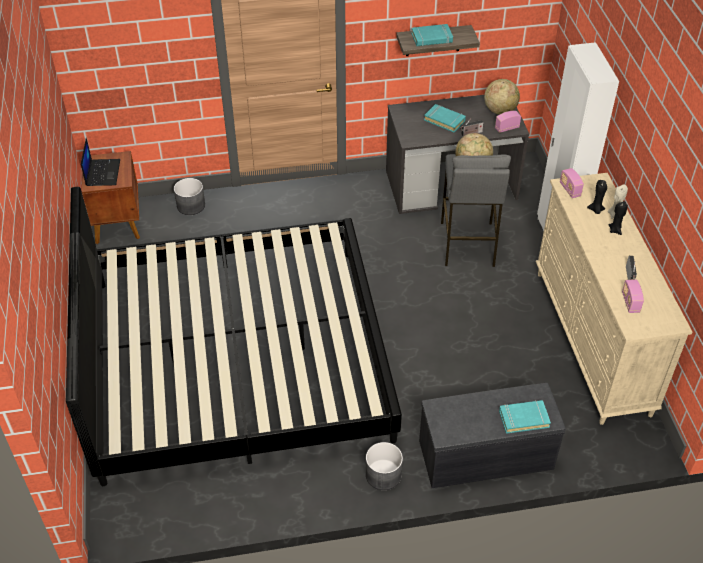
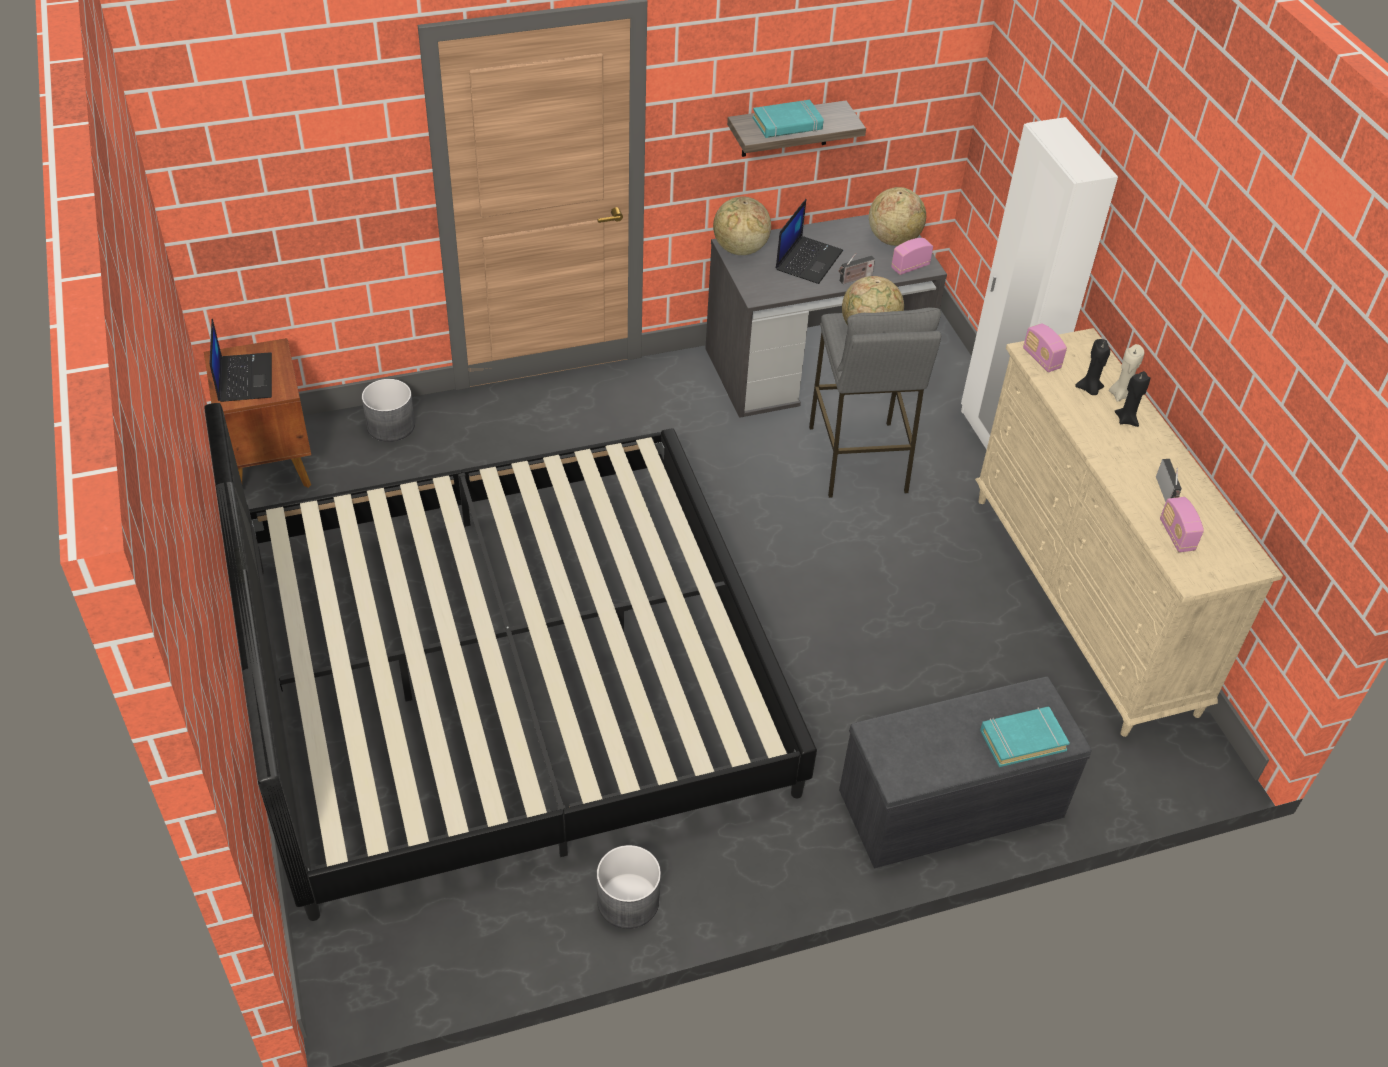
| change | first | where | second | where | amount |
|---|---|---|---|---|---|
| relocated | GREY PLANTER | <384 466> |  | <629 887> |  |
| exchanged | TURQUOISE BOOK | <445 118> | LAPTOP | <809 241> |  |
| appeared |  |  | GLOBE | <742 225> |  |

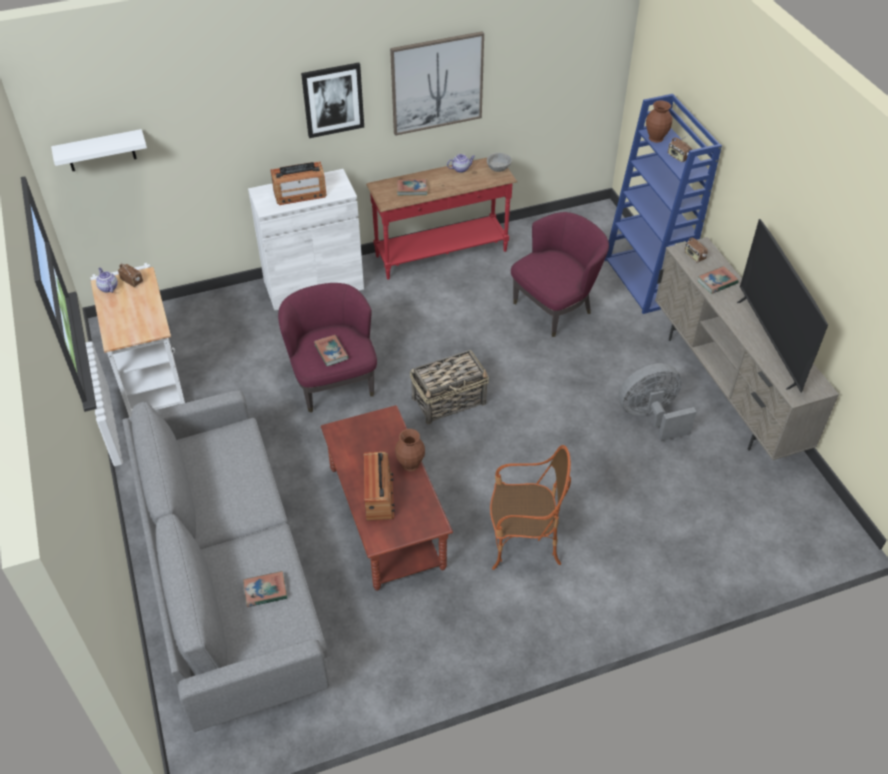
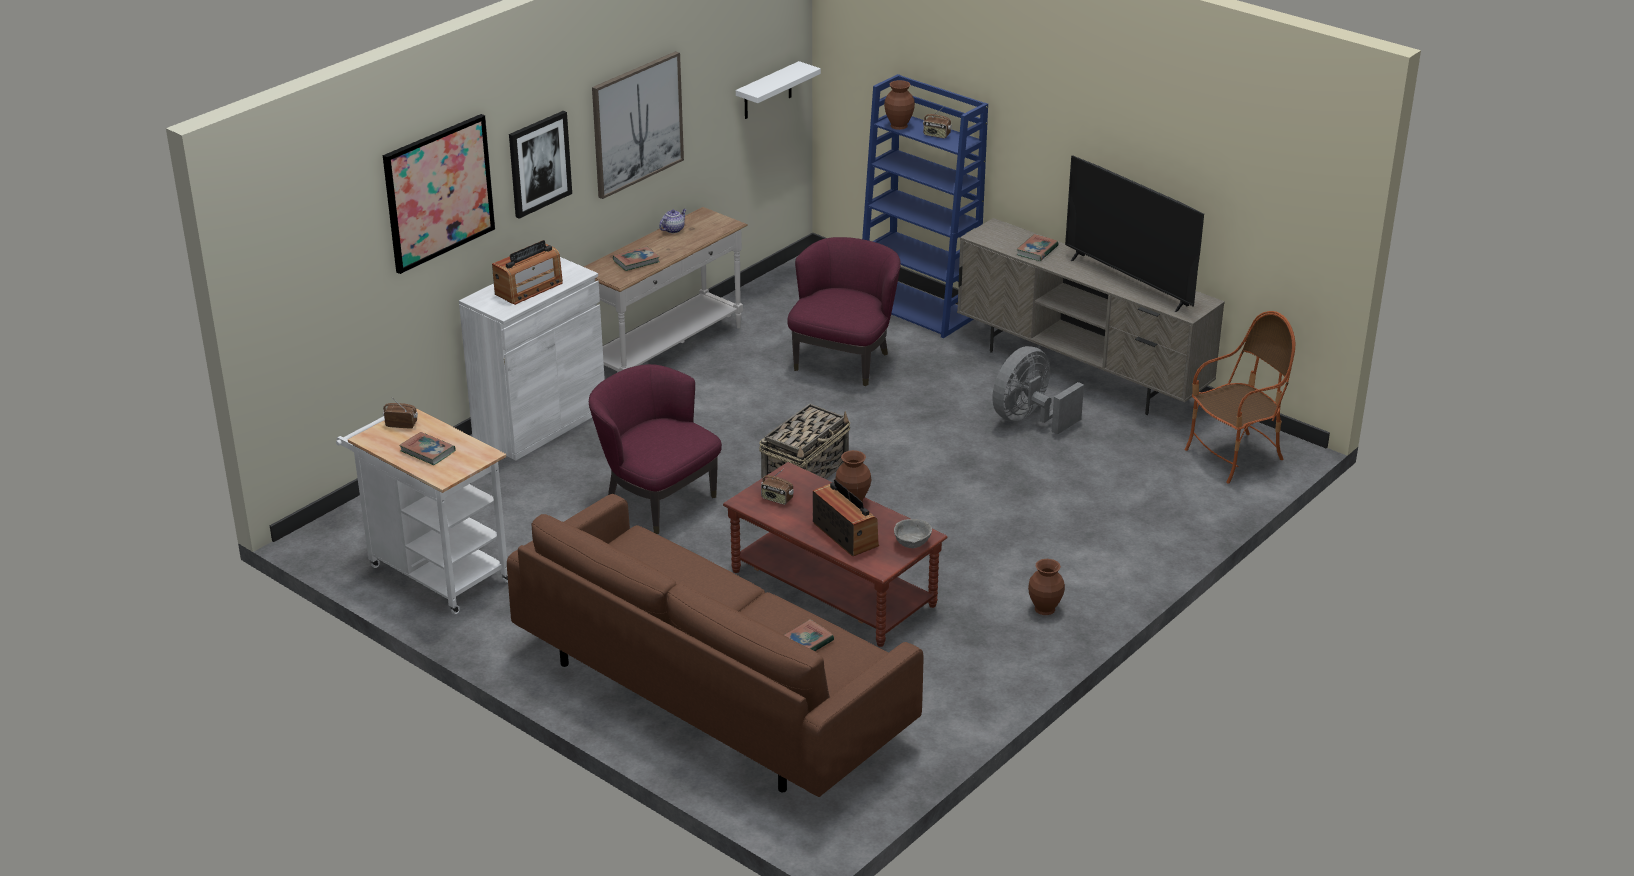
| change | first | where | second | where | amount |
|---|---|---|---|---|---|
| relocated | WHITE SHELF | <99 150> |  | <778 90> |  |
| missing | TEAPOT | <107 280> |  |  |  |
| colour | GREY SOFA | <225 561> | BROWN SOFA | <715 645> |  |
| relocated | BOOK | <331 350> |  | <427 448> |  |
| colour | RED CONSOLE TABLE | <441 218> | WHITE CONSOLE TABLE | <666 289> |  |
| relocated | GREY BOWL | <499 162> |  | <913 533> |  |
| relocated | ARMCHAIR | <530 507> |  | <1240 397> |  |
| relocated | RADIO | <696 250> |  | <777 487> |  |
| appeared |  |  | PICTURE | <439 194> |  |
| appeared |  |  | BROWN VASE | <1046 587> |  |

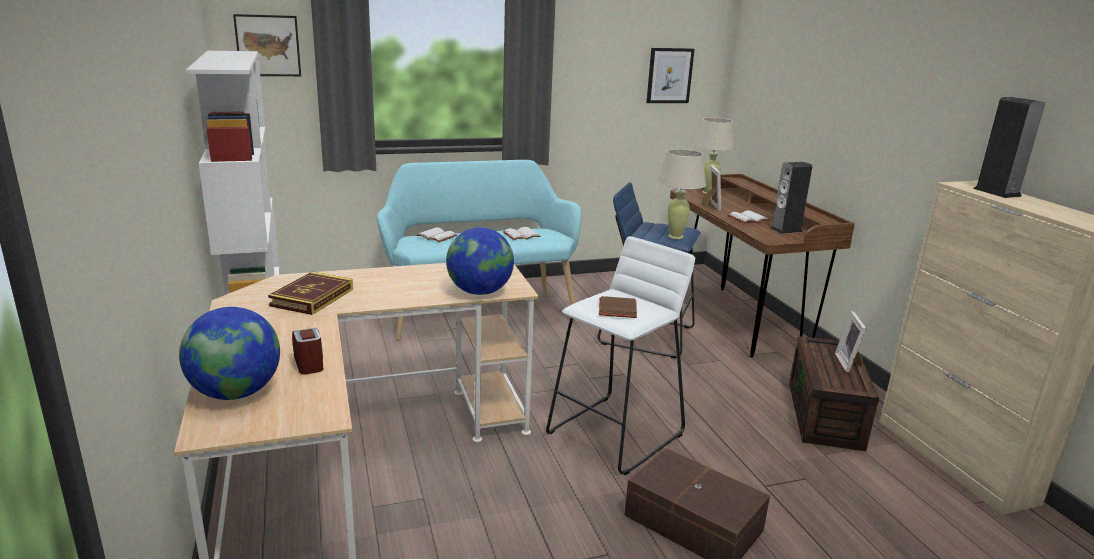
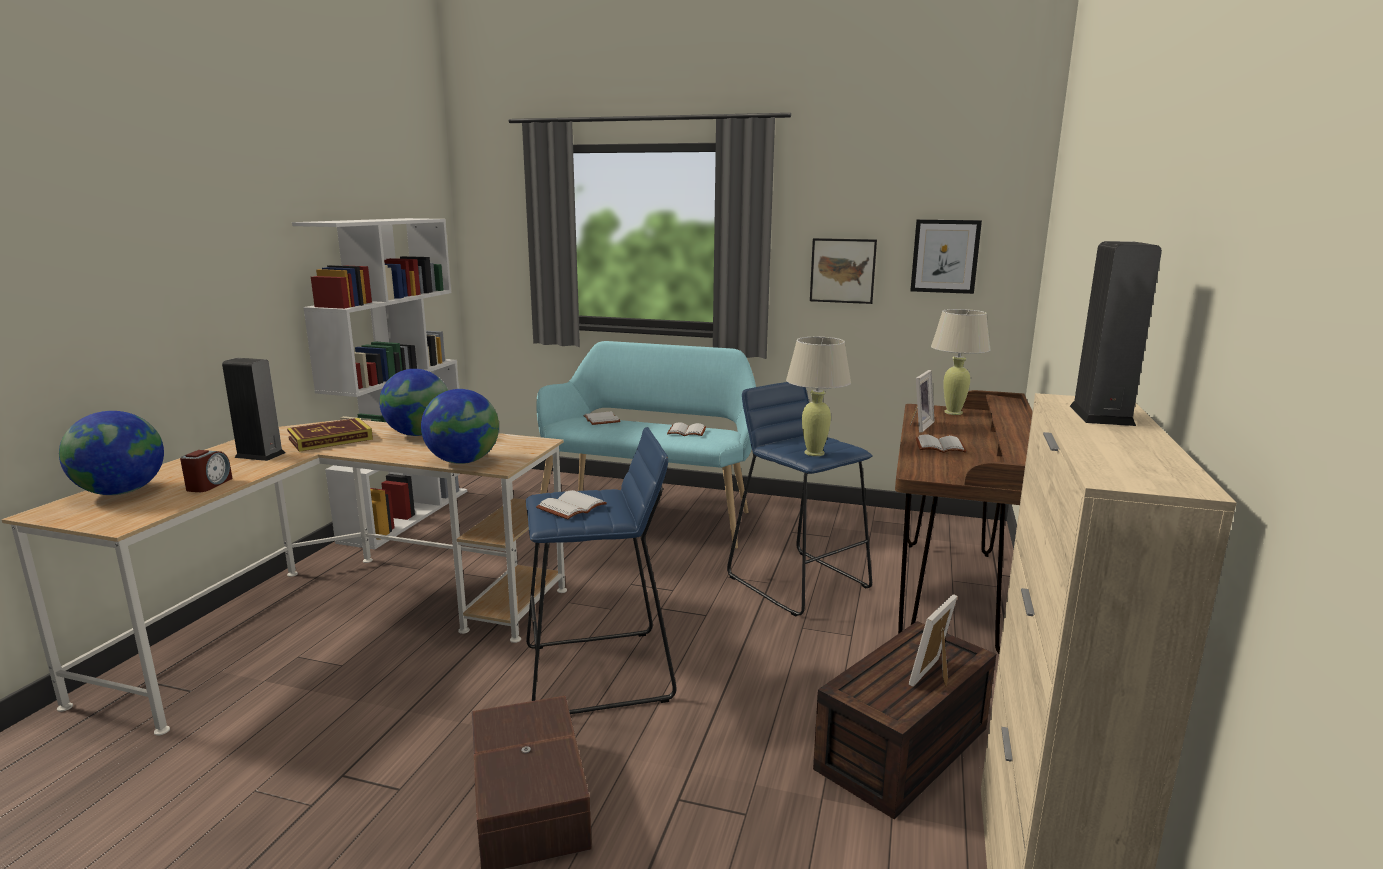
| change | first | where | second | where | amount |
|---|---|---|---|---|---|
| relocated | PICTURE | <267 45> |  | <843 271> |  |
| colour | WHITE STOOL | <620 355> | BLUE STOOL | <601 570> |  |
| colour | BROWN BOOK | <618 307> | WHITE BOOK | <571 504> |  |
| relocated | SPEAKER | <791 198> |  | <253 409> |  |
| appeared |  |  | GLOBE | <413 402> |  |

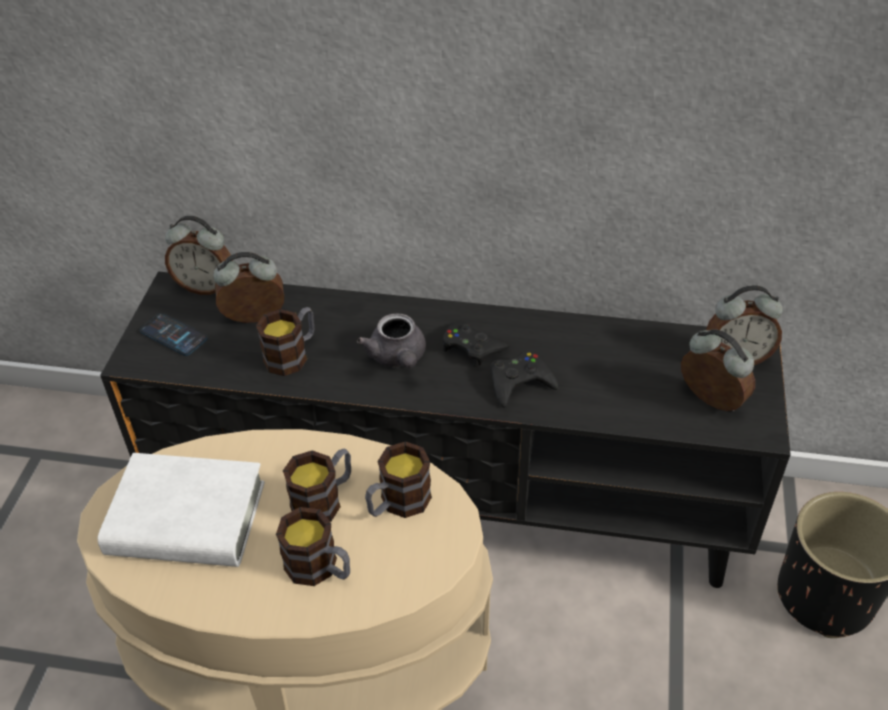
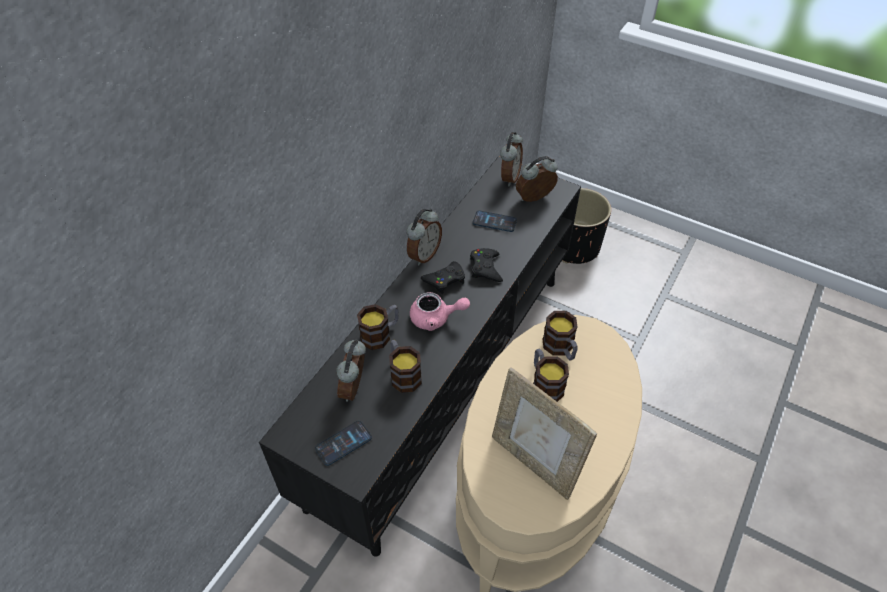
| change | first | where | second | where | amount |
|---|---|---|---|---|---|
| exchanged | WHITE BOOK | <181 510> | PICTURE FRAME | <544 433> |  |
| relocated | ALARM CLOCK | <199 255> |  | <424 237> |  |
| relocated | MUG | <313 546> |  | <378 327> |  |
| colour | GREY TEAPOT | <391 341> | PINK TEAPOT | <440 311> |  |
| appeared |  |  | PHONE | <495 221> |  |

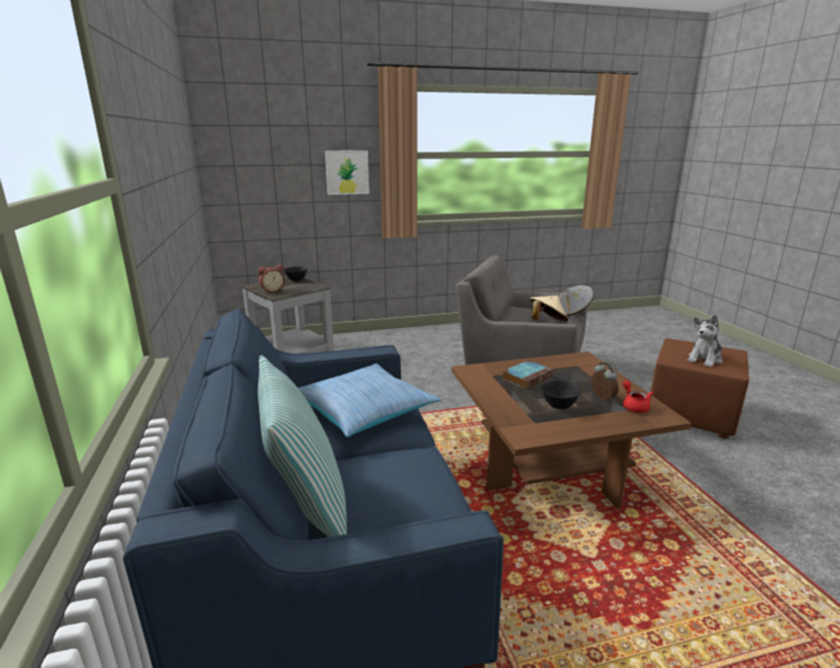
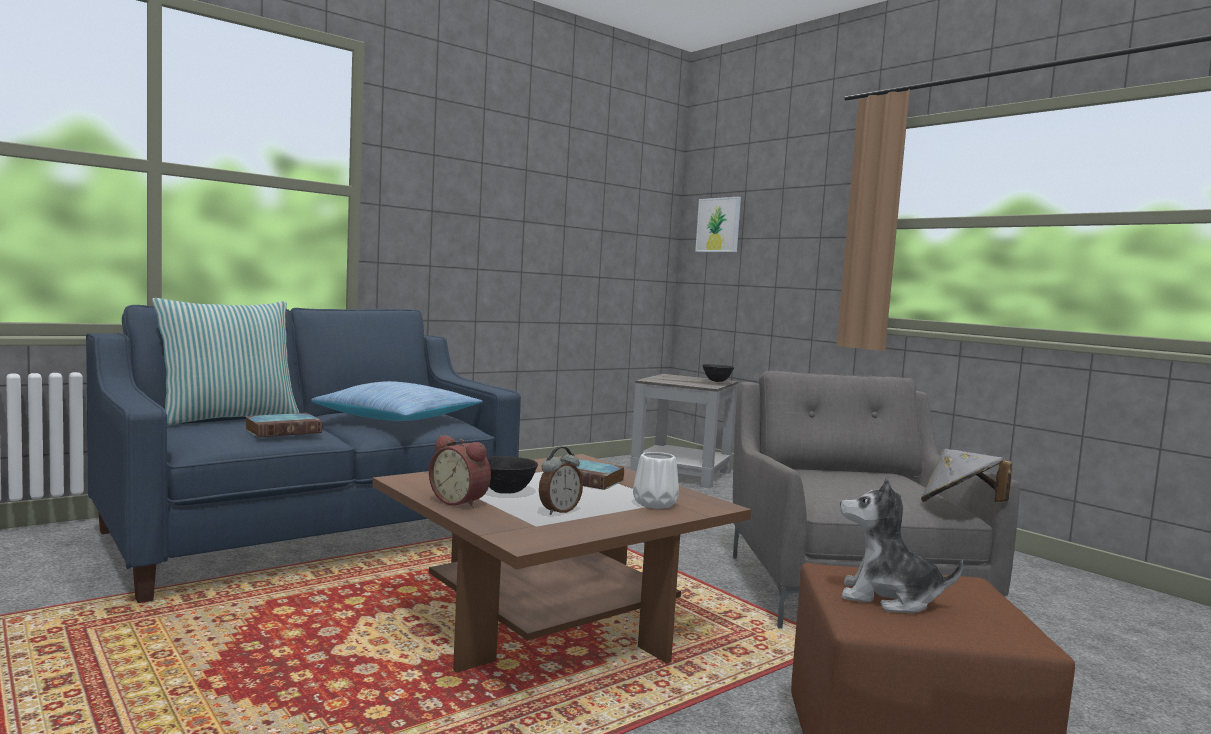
| change | first | where | second | where | amount |
|---|---|---|---|---|---|
| relocated | ALARM CLOCK | <271 279> |  | <460 471> |  |
| relocated | PICTURE | <347 172> |  | <718 224> |  |
| missing | BEIGE HAT | <549 308> |  |  |  |
| missing | RED TEAPOT | <638 396> |  |  |  |
| appeared |  |  | BOOK | <283 425> |  |
| appeared |  |  | WHITE VASE | <656 480> |  |

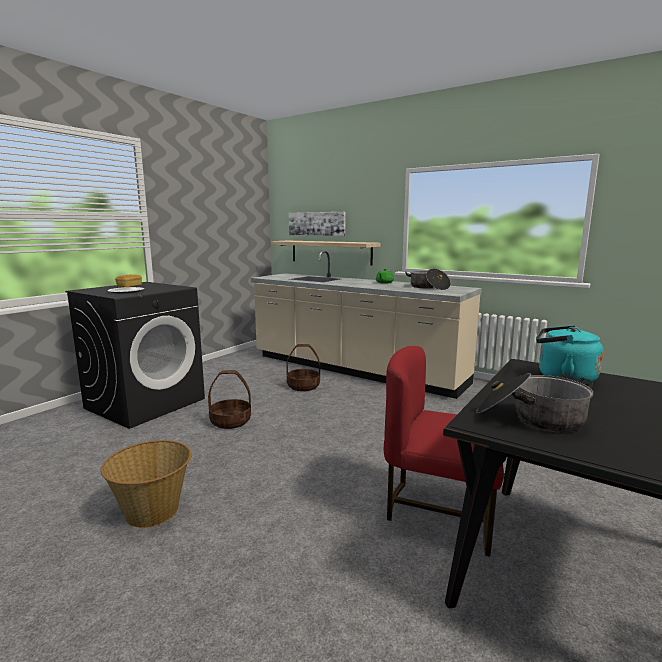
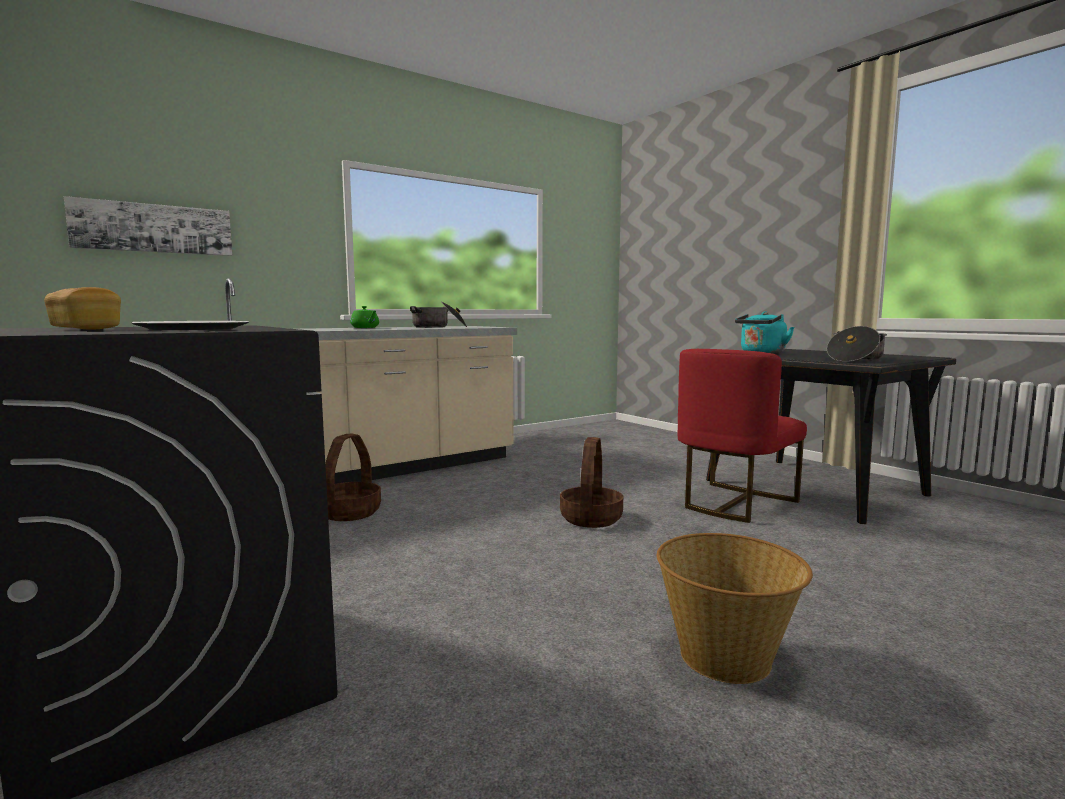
| change | first | where | second | where | amount |
|---|---|---|---|---|---|
| relocated | BASKET | <229 399> |  | <591 482> |  |
| missing | SHELF | <325 253> |  |  |  |

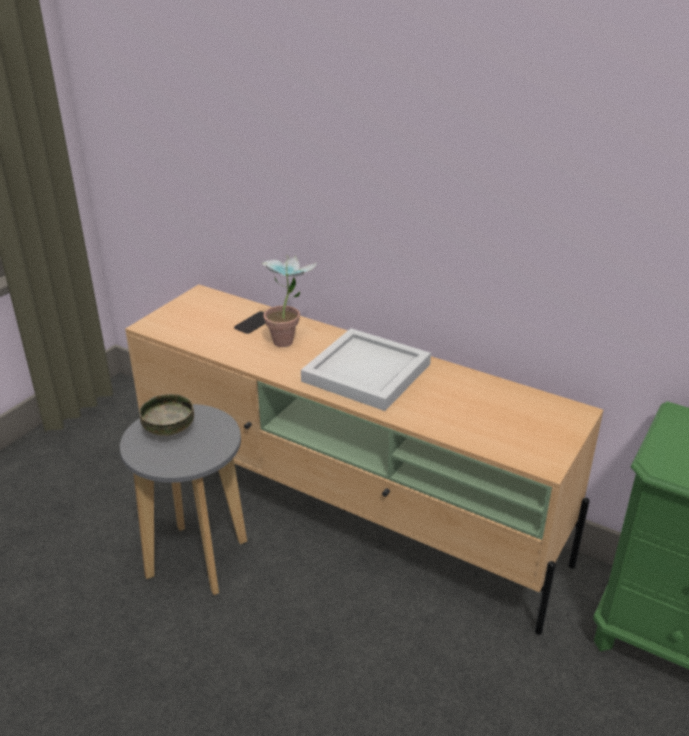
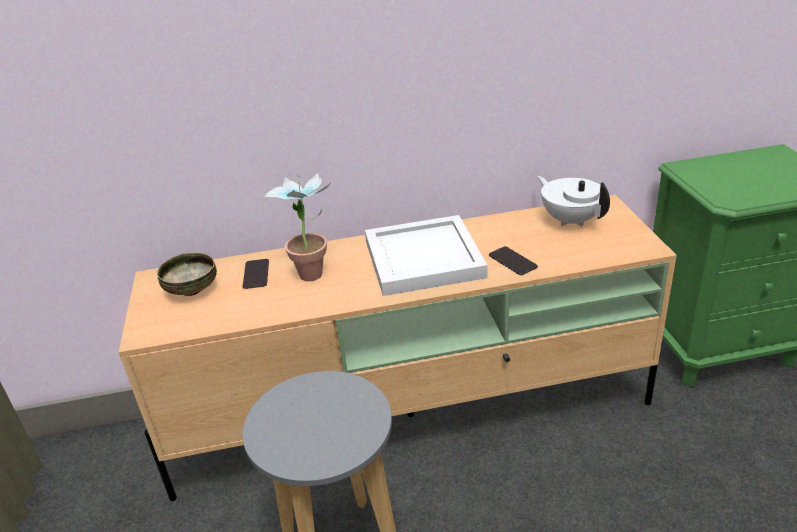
| change | first | where | second | where | amount |
|---|---|---|---|---|---|
| relocated | BOWL | <166 415> |  | <187 274> |  |
| appeared |  |  | PHONE | <513 260> |  |
| appeared |  |  | WHITE TEAPOT | <573 201> |  |

